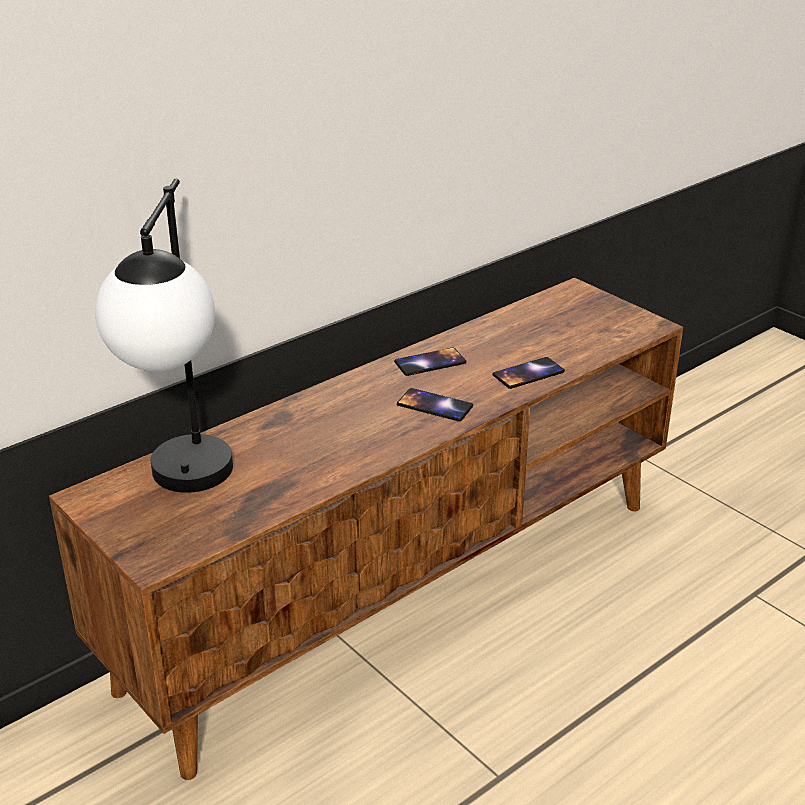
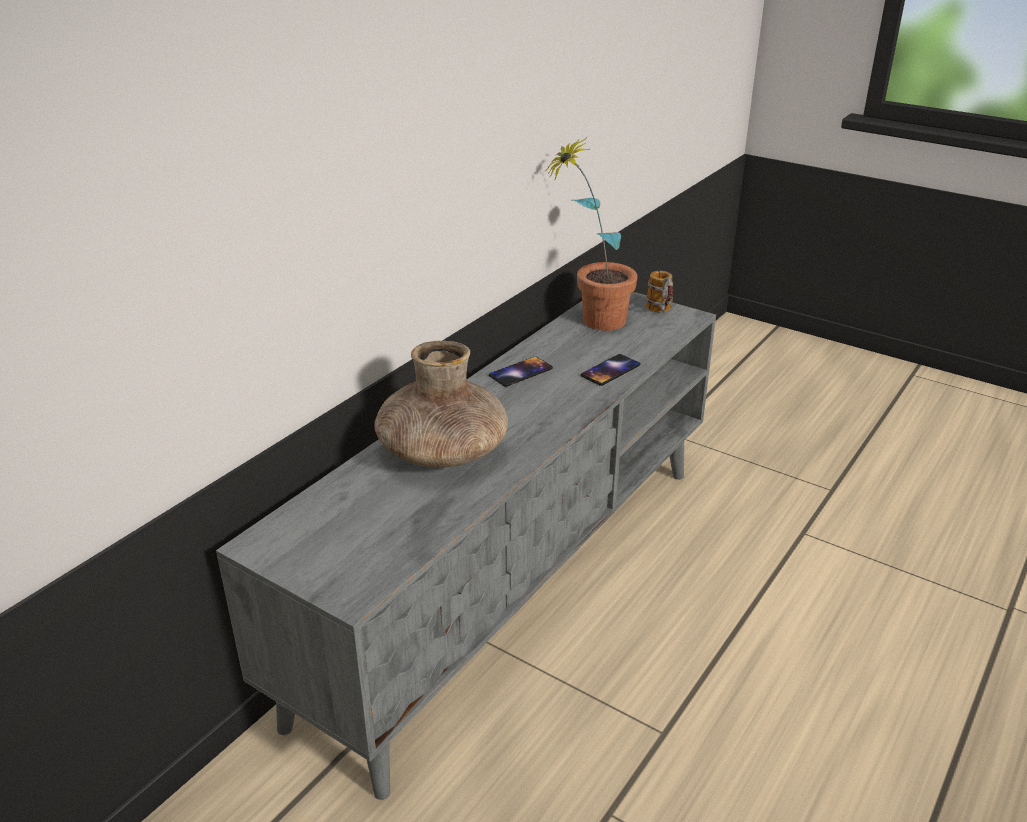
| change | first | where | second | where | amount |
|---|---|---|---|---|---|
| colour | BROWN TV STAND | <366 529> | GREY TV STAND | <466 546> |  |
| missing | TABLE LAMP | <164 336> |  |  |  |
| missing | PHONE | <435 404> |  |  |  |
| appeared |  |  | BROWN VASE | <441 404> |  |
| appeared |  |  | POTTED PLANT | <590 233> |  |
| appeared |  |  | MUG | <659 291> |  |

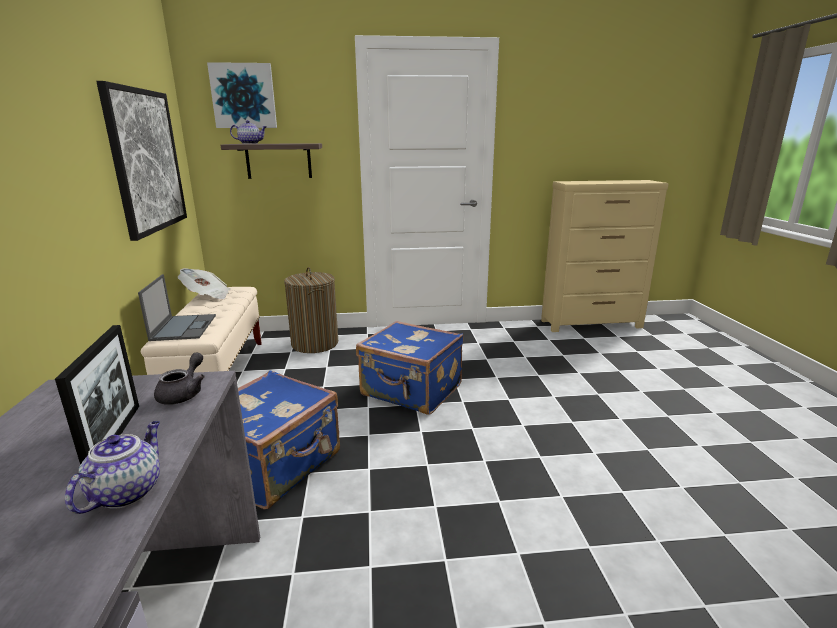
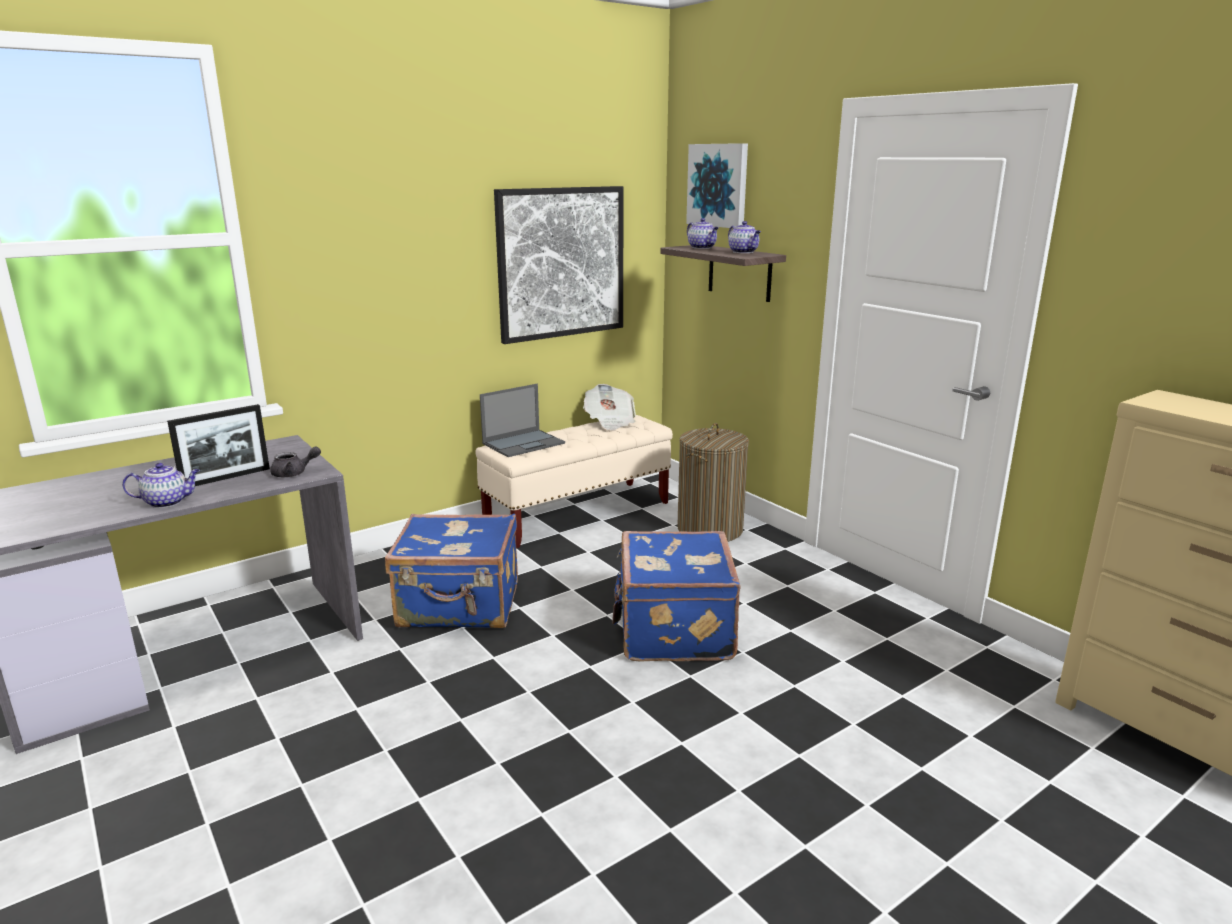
| change | first | where | second | where | amount |
|---|---|---|---|---|---|
| appeared |  |  | TEAPOT | <744 237> |  |

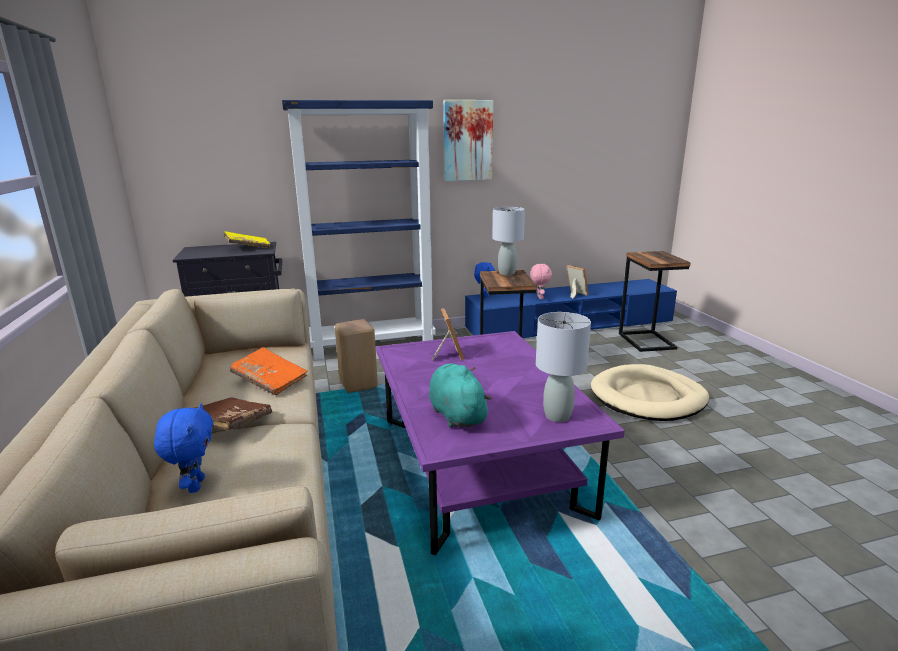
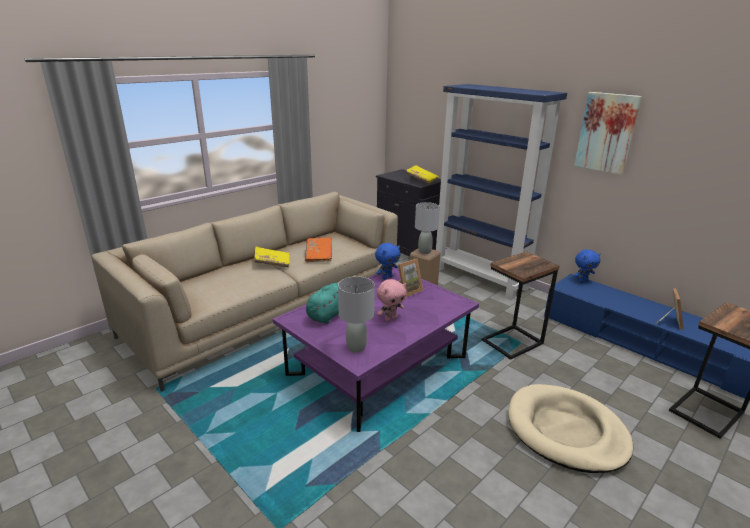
| change | first | where | second | where | amount |
|---|---|---|---|---|---|
| relocated | BLUE PLUSH TOY | <184 448> |  | <388 261> |  |
| colour | BROWN BOOK | <234 413> | YELLOW BOOK | <272 256> |  |
| relocated | GREY TABLE LAMP | <508 241> |  | <427 228> |  |
| relocated | PINK PLUSH TOY | <541 281> |  | <391 300> |  |

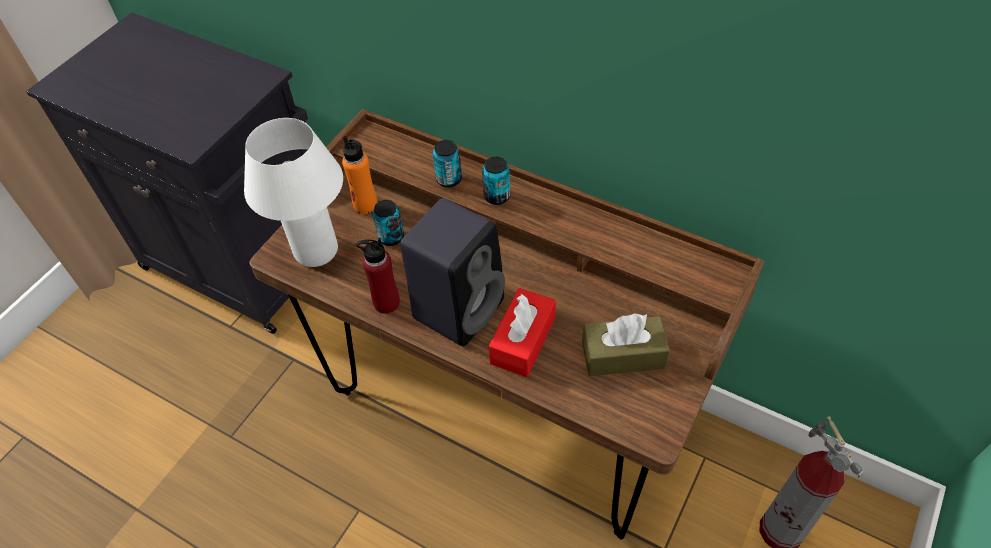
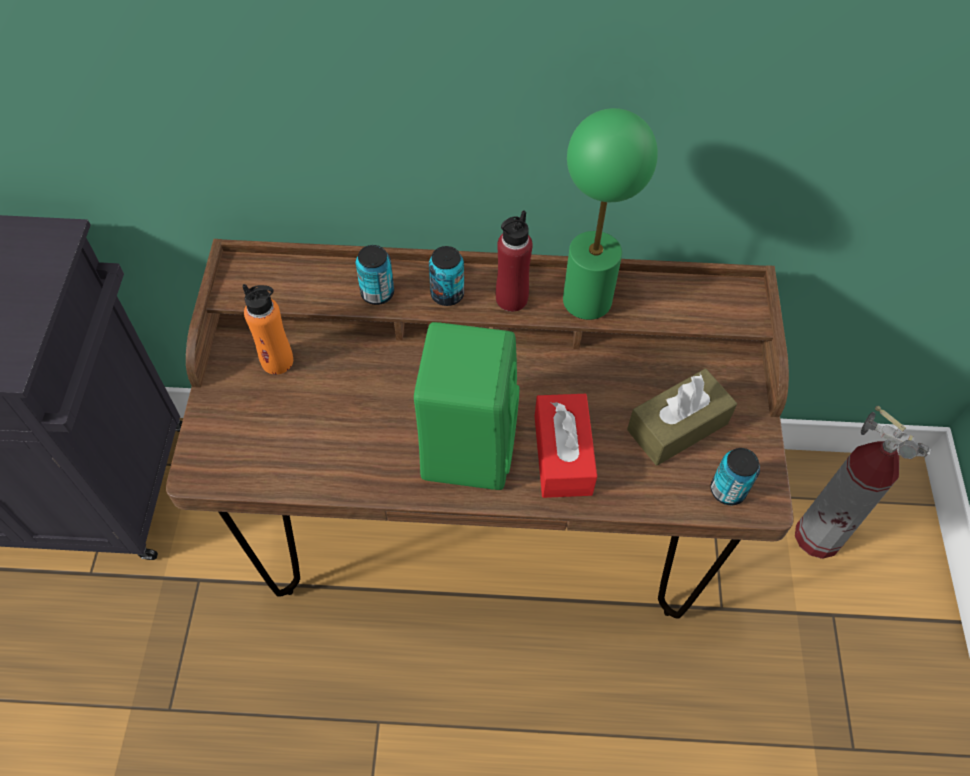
| change | first | where | second | where | amount |
|---|---|---|---|---|---|
| missing | WHITE TABLE LAMP | <293 192> |  |  |  |
| relocated | RED BOTTLE | <378 276> |  | <514 261> |  |
| relocated | CAN | <388 223> |  | <735 476> |  |
| colour | BLACK SPEAKER | <452 272> | GREEN SPEAKER | <466 406> |  |
| appeared |  |  | GREEN TABLE LAMP | <610 214> |  |

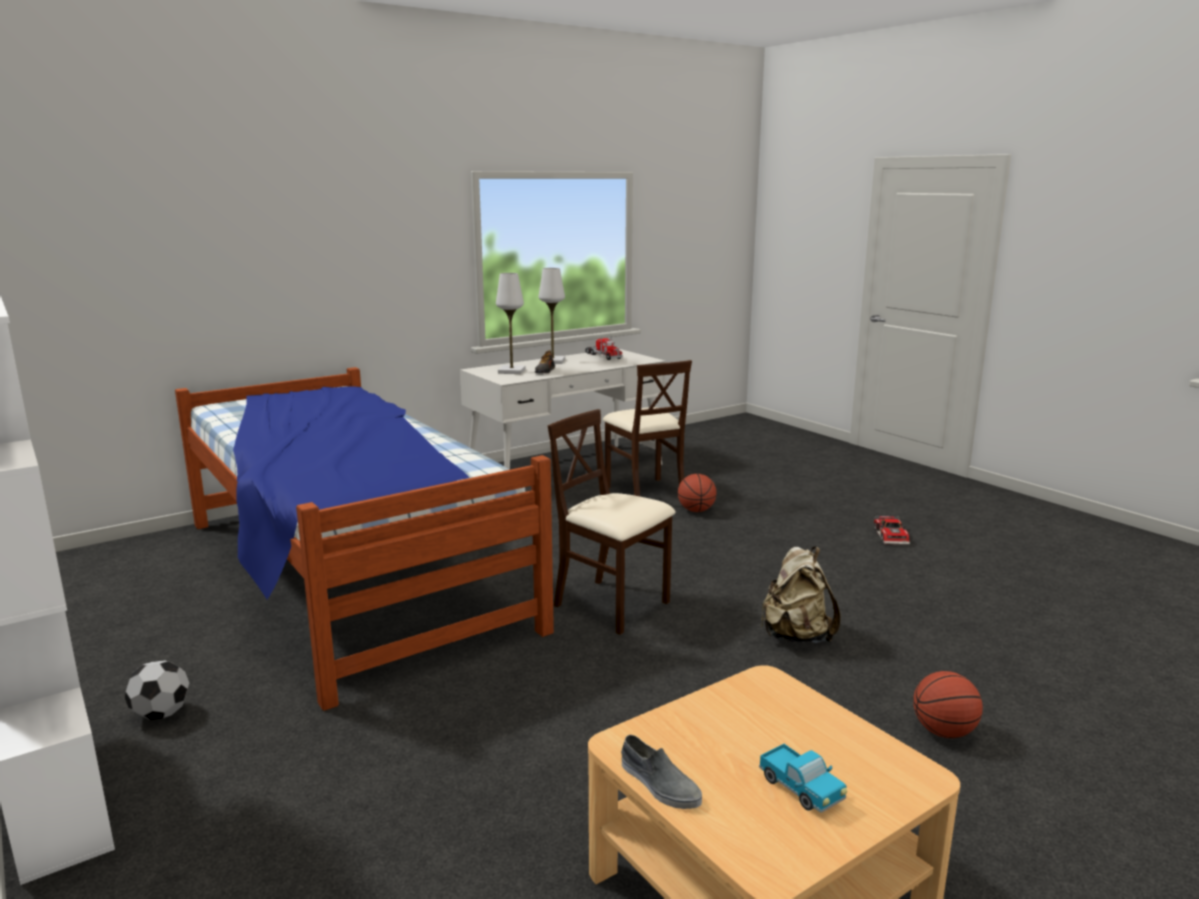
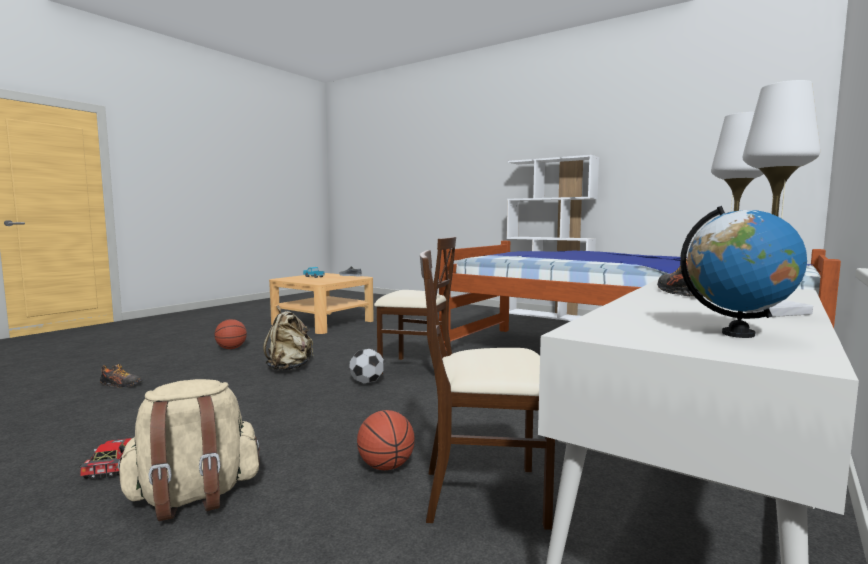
| change | first | where | second | where | amount |
|---|---|---|---|---|---|
| relocated | FOOTBALL | <157 690> |  | <366 366> |  |
| exchanged | TOY TRUCK | <604 348> | GLOBE | <743 272> |  |
| spun | BEIGE CHAIR | <647 428> |  | <487 390> | 45 degrees counterclockwise |
| appeared |  |  | SHOE | <121 376> |  |
| appeared |  |  | BEIGE BACKPACK | <187 450> |  |

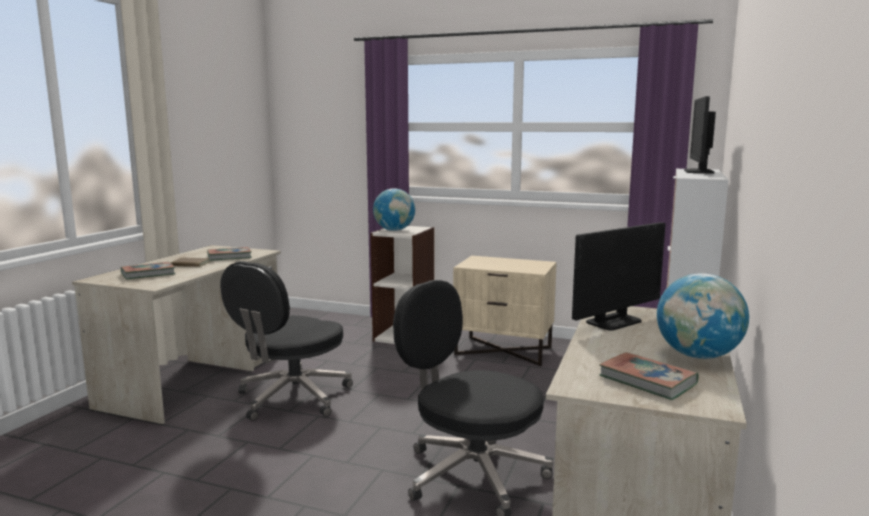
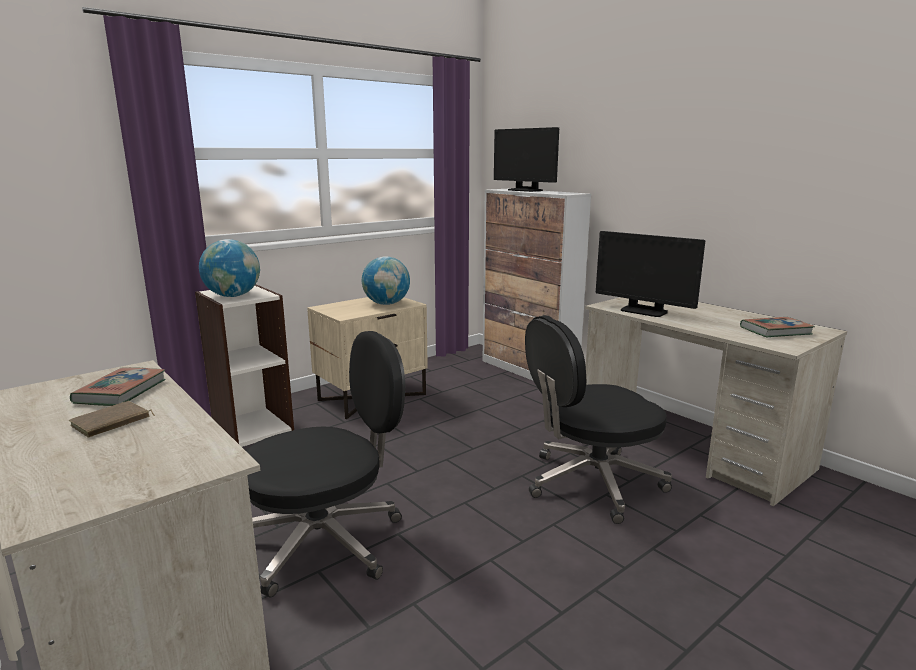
| change | first | where | second | where | amount |
|---|---|---|---|---|---|
| missing | BOOK | <148 271> |  |  |  |
| spun | BLACK OFFICE CHAIR | <286 341> |  | <325 464> | 90 degrees counterclockwise |
| spun | MONITOR | <619 276> |  | <650 274> | 135 degrees clockwise |
| relocated | GLOBE | <703 316> |  | <386 280> |  |

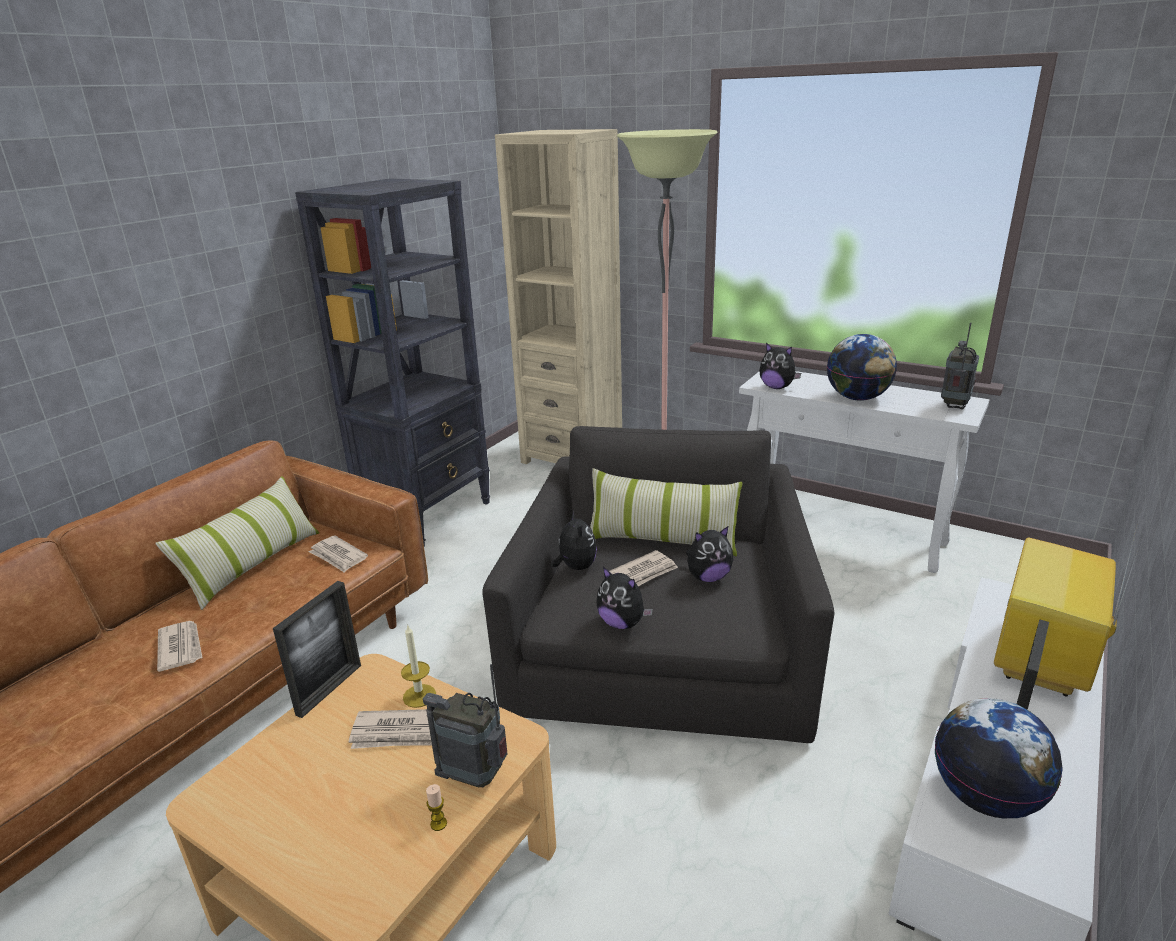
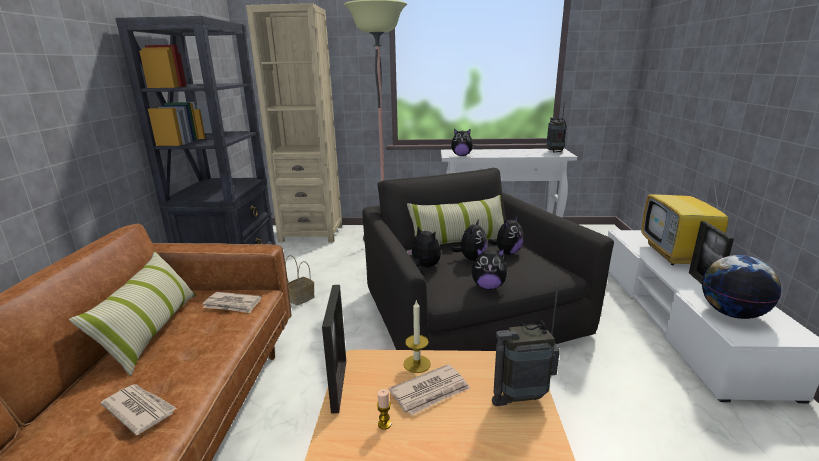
| change | first | where | second | where | amount |
|---|---|---|---|---|---|
| relocated | CANDLE | <436 807> |  | <384 409> |  |
| exchanged | NEWSPAPER | <643 568> | PLUSH TOY | <469 240> |  |
| missing | GLOBE | <862 367> |  |  |  |
| appeared |  |  | BASKET | <300 280> |  |

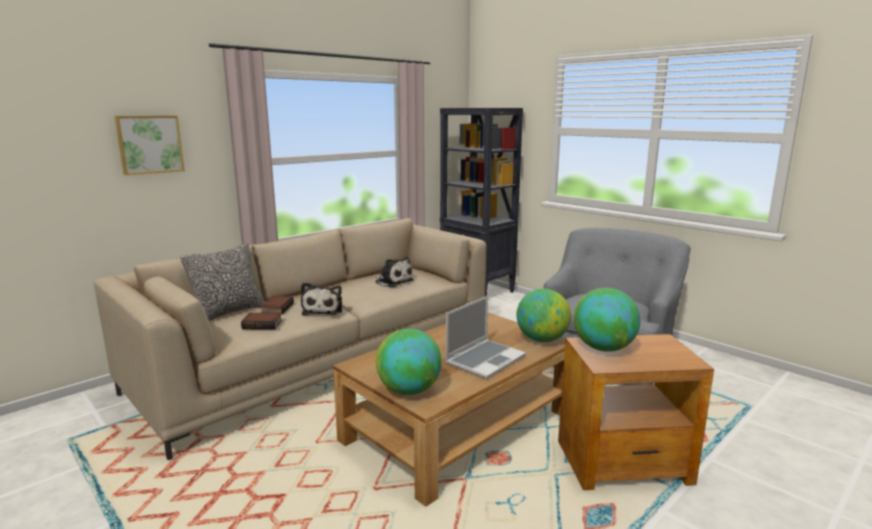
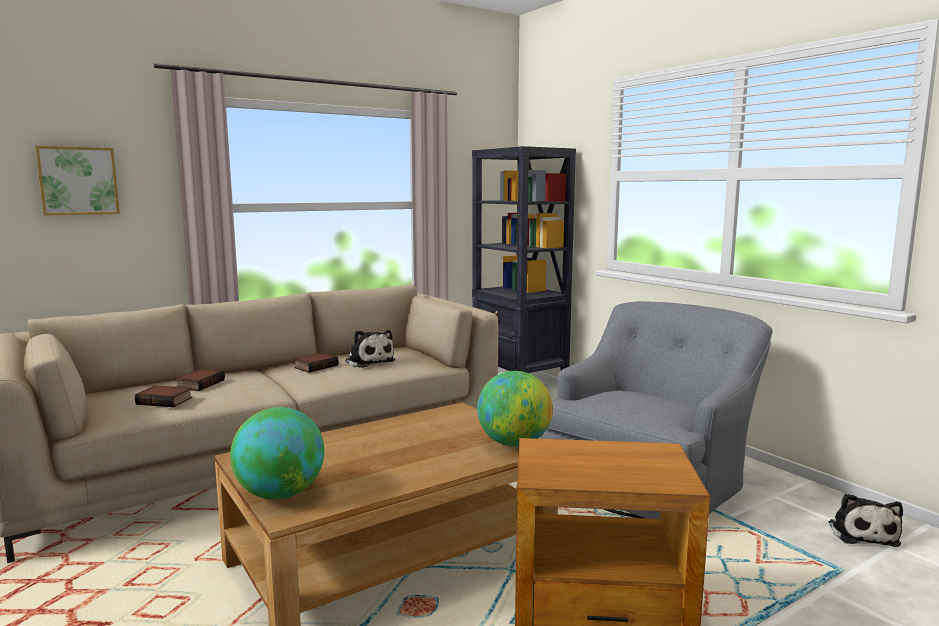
| change | first | where | second | where | amount |
|---|---|---|---|---|---|
| missing | PILLOW | <222 282> |  |  |  |
| relocated | PLUSH TOY | <321 299> |  | <866 520> |  |
| missing | LAPTOP | <485 337> |  |  |  |
| missing | GLOBE | <607 320> |  |  |  |
| appeared |  |  | BOOK | <316 363> |  |

